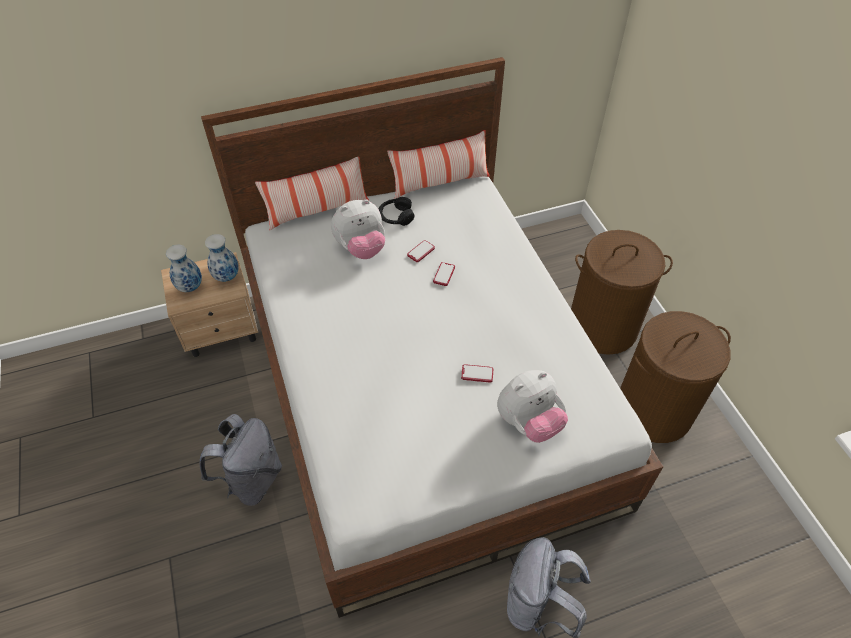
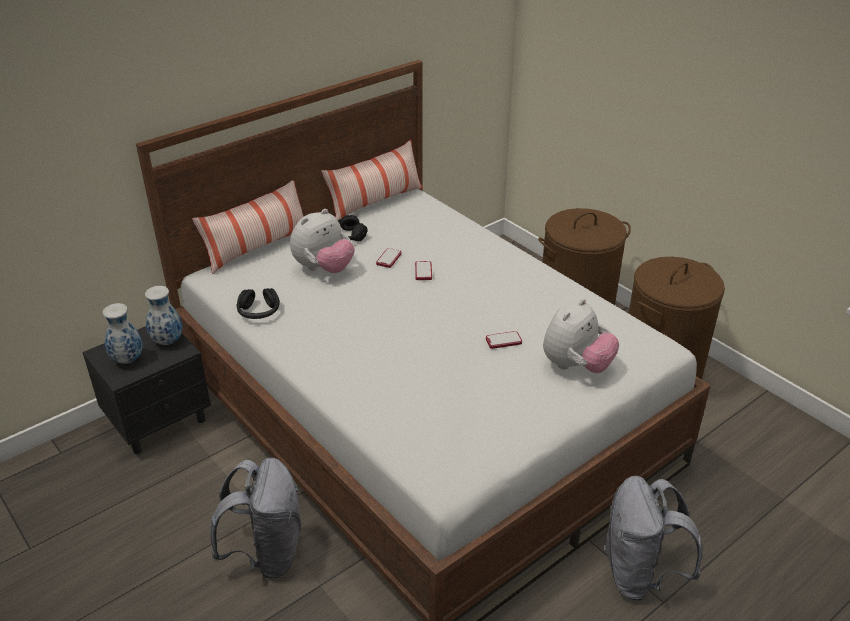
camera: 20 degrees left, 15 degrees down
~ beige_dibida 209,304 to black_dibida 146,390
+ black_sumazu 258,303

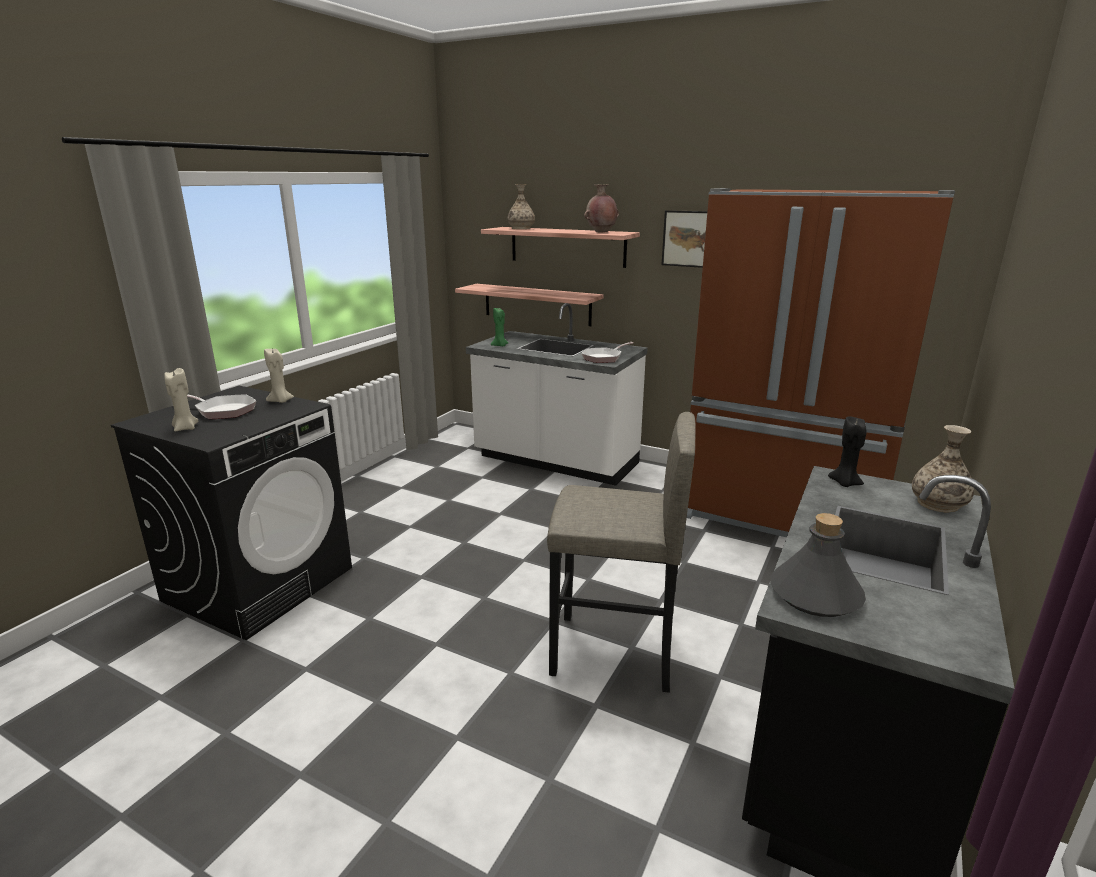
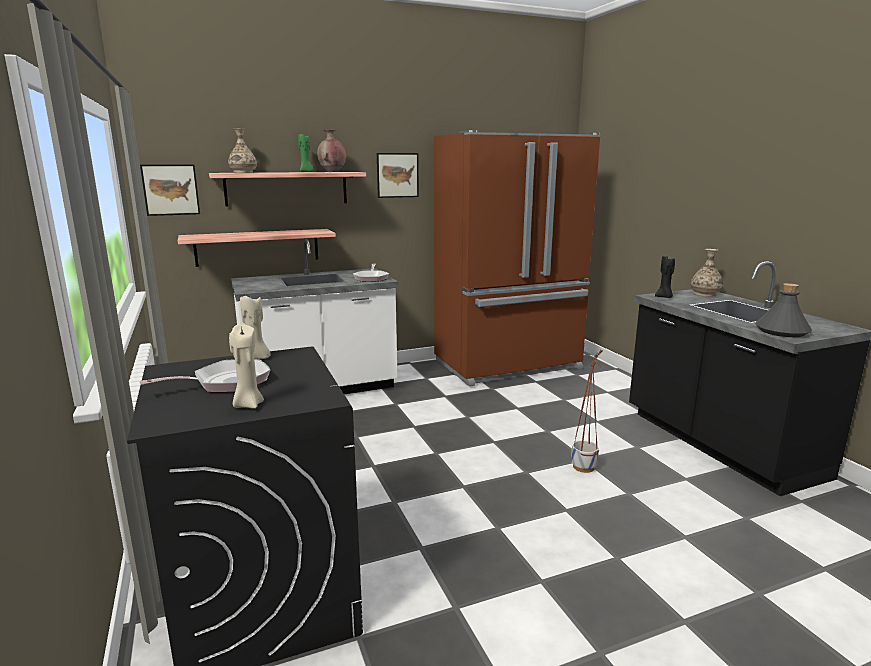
camera: 50 degrees left, 5 degrees down
+ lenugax 170,190
~ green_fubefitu 499,327 to 306,153
~ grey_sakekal 621,552 to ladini 587,411

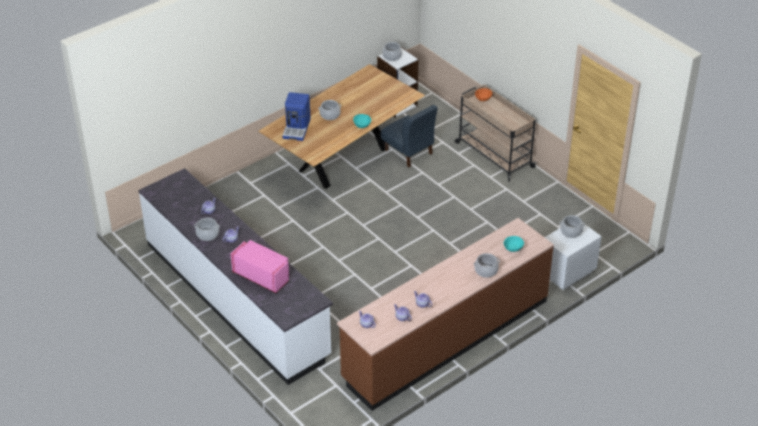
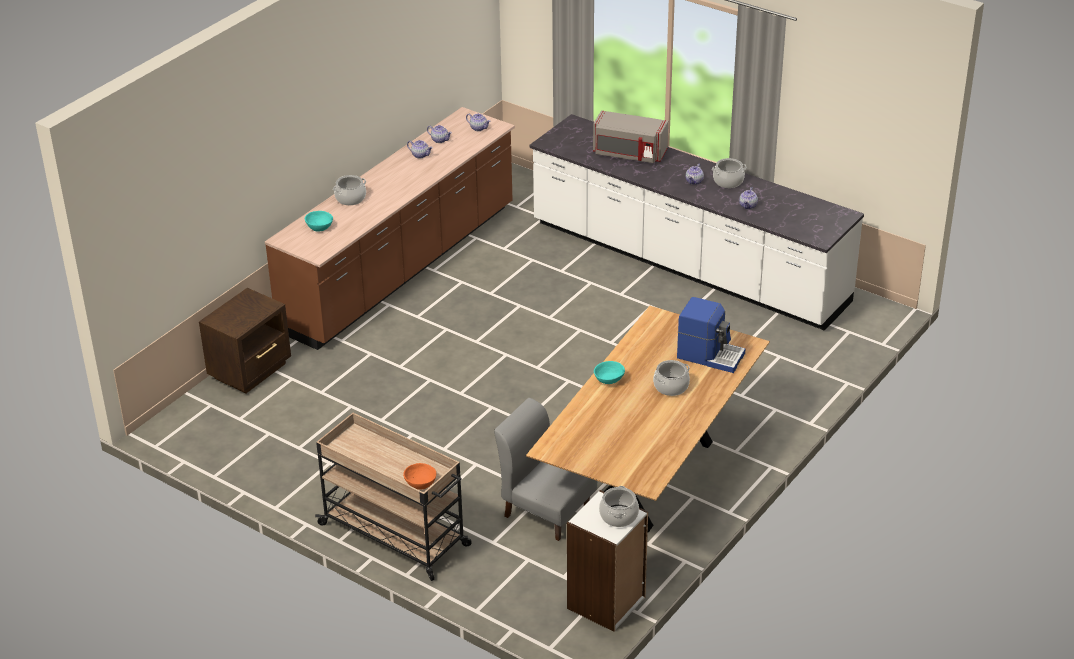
camera: 165 degrees right, 5 degrees down
~ white_dibida 573,256 to brown_dibida 245,340
~ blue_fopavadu 409,136 to grey_fopavadu 545,469
~ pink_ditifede 260,266 to grey_ditifede 630,136
~ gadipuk 297,116 = 711,335 120 degrees clockwise
- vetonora 572,226

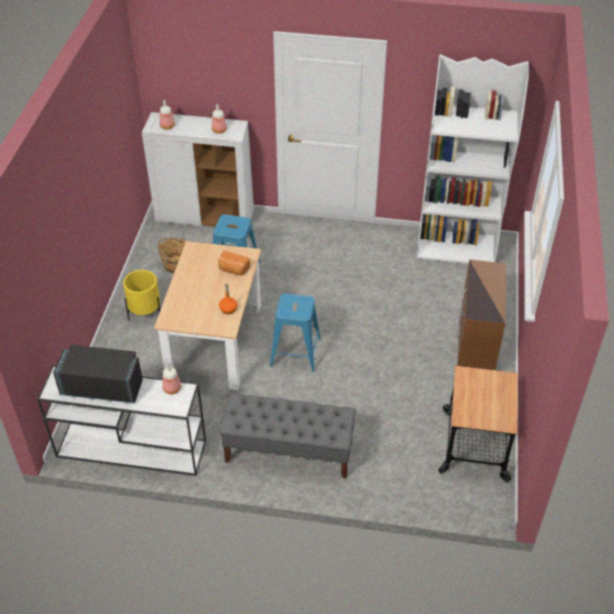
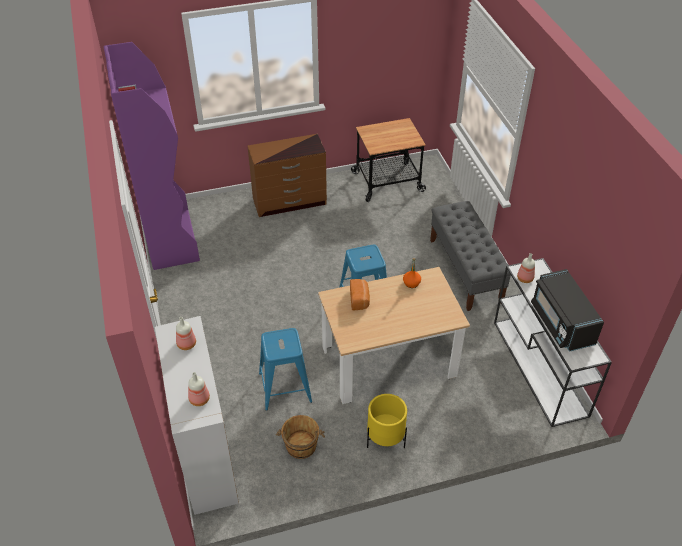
camera: 115 degrees left, 0 degrees up
~ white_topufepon 472,159 to purple_topufepon 152,156

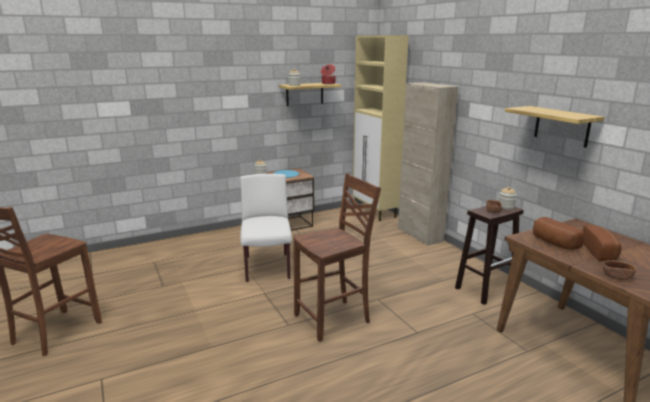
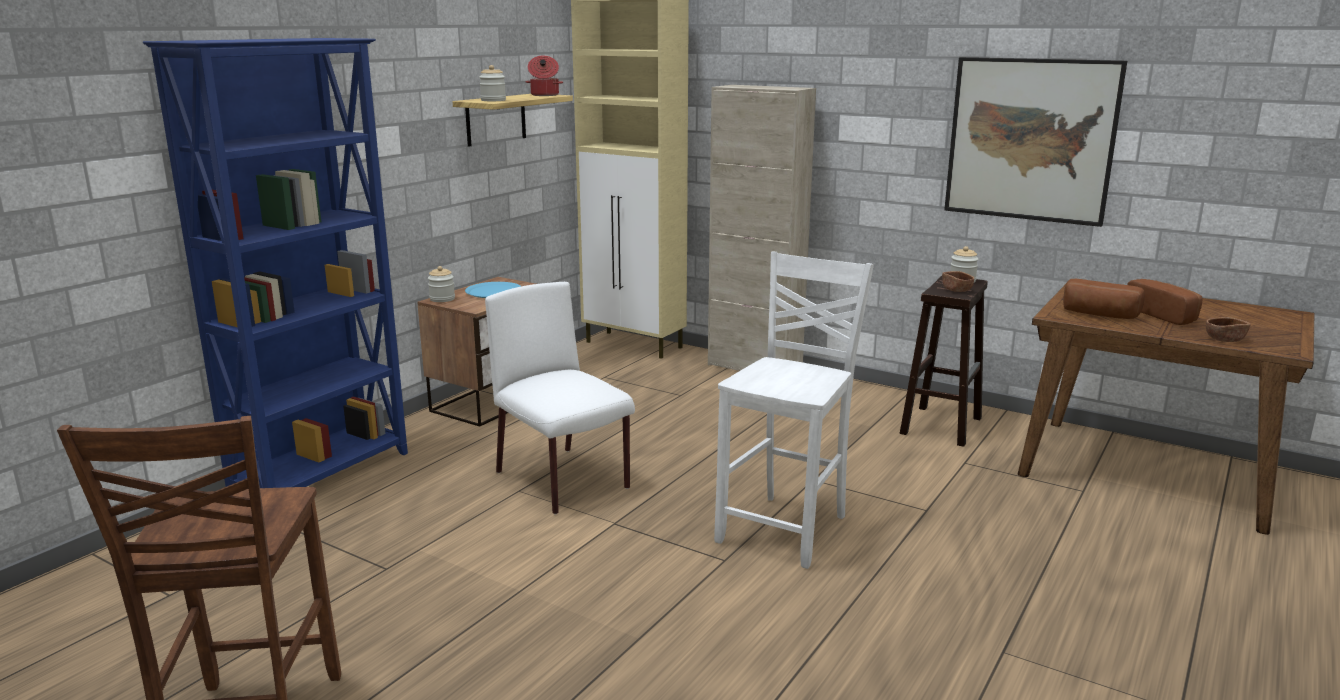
camera: 30 degrees left, 0 degrees up
+ blue_topufepon 275,263
~ brown_fopavadu 337,257 to white_fopavadu 794,410
~ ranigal 555,127 to lenugax 1035,142

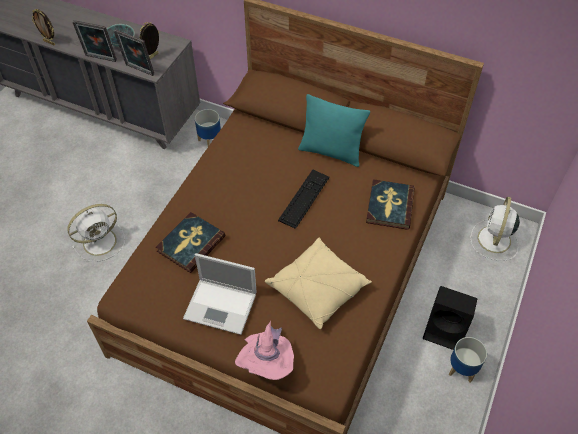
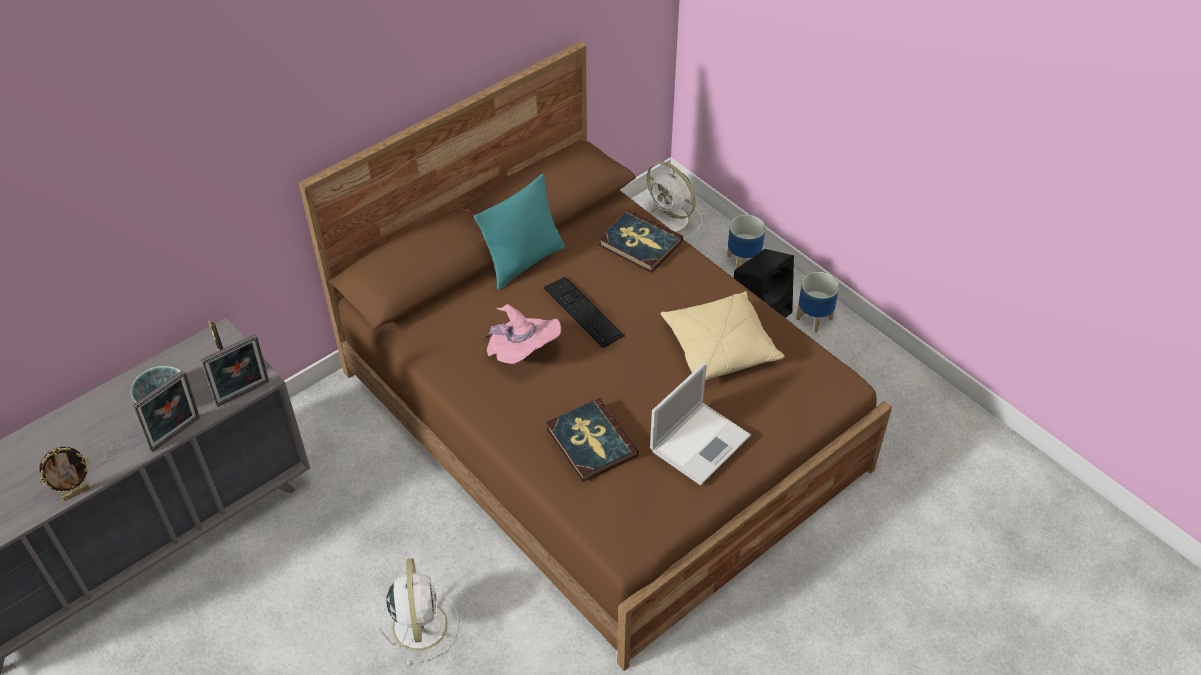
camera: 65 degrees left, 5 degrees down
~ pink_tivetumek 264,350 to 522,334
~ ladini 208,128 to 746,242

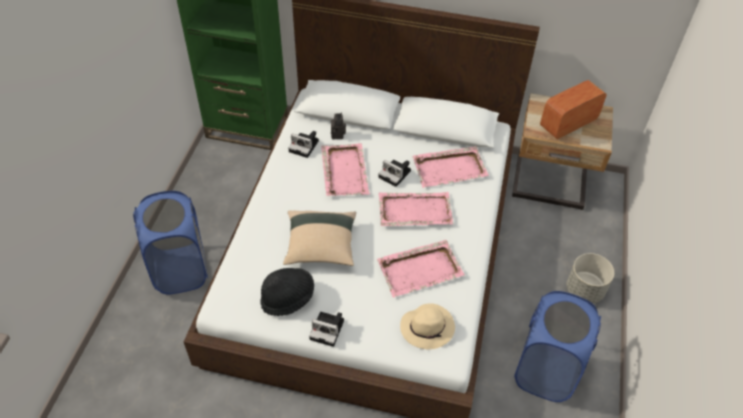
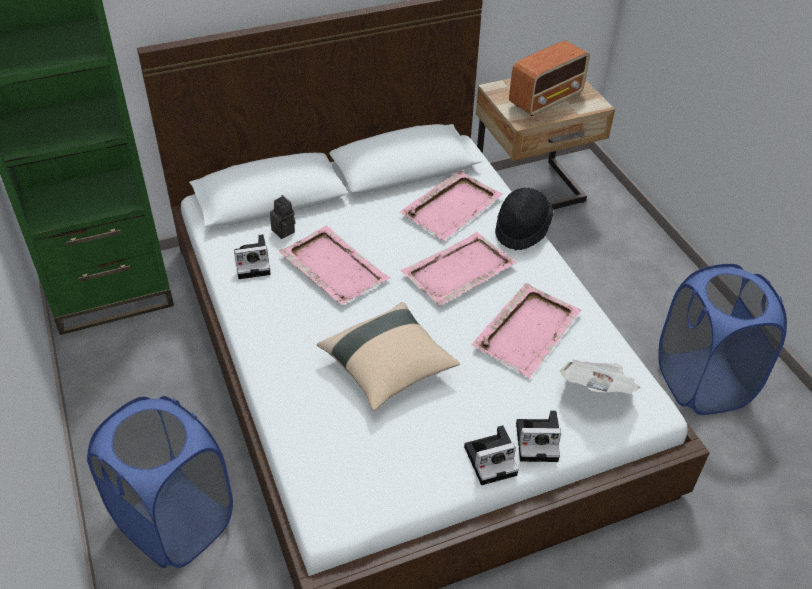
camera: 35 degrees left, 5 degrees down
~ black_tivetumek 287,292 to 524,219
~ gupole 573,109 = 549,78 150 degrees counterclockwise
~ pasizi 394,173 to 538,436
~ beige_tivetumek 427,326 to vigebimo 600,377
- grey_ladini 590,278

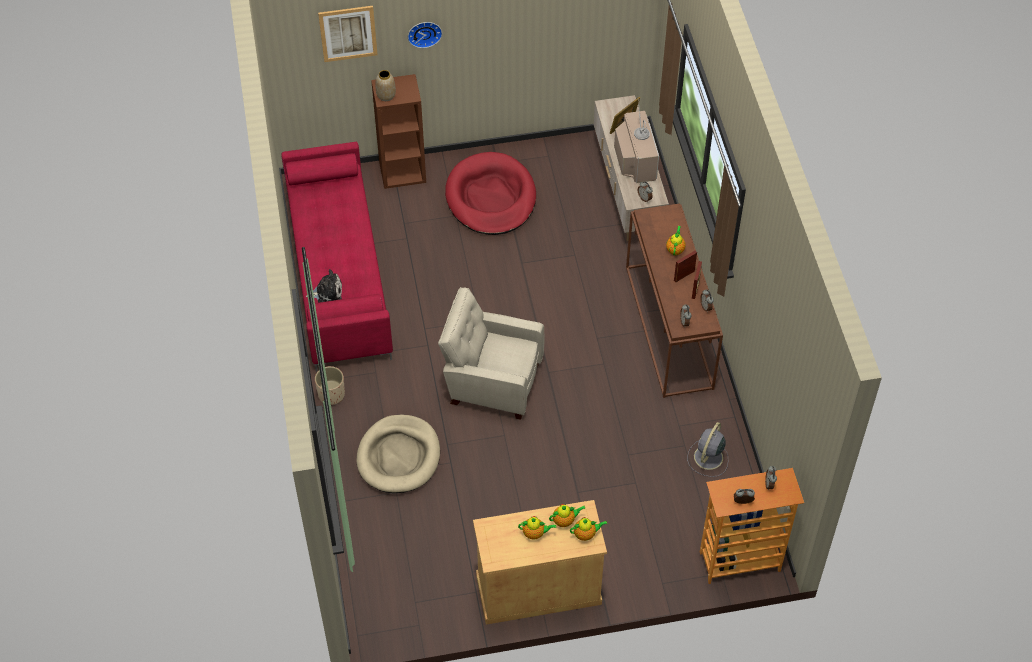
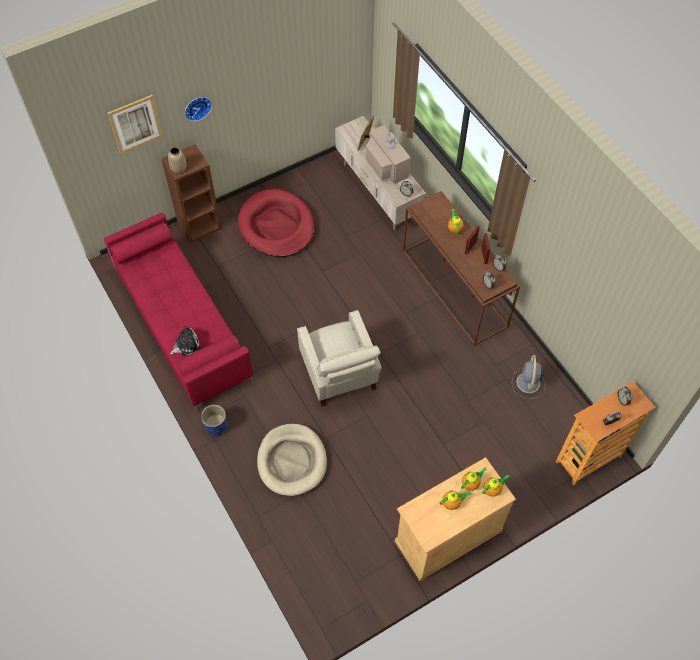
camera: 20 degrees left, 5 degrees up
~ beige_ladini 330,385 to blue_ladini 214,420
~ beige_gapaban 491,353 = 339,358 105 degrees counterclockwise

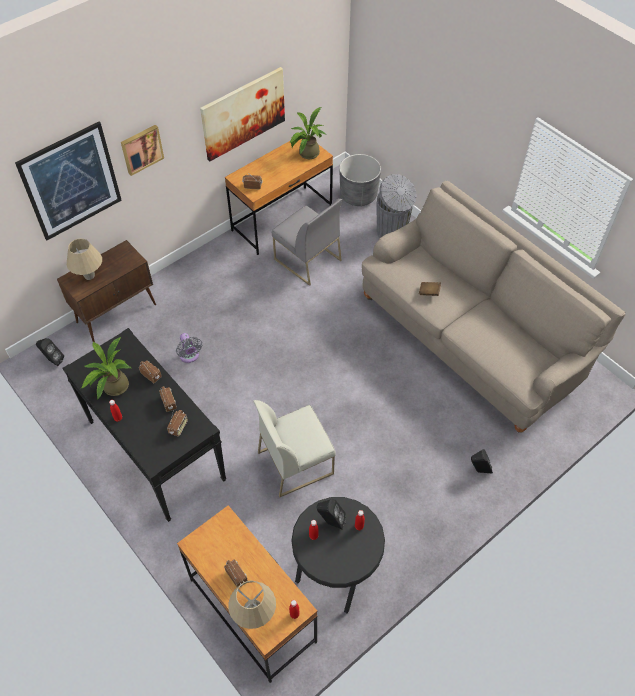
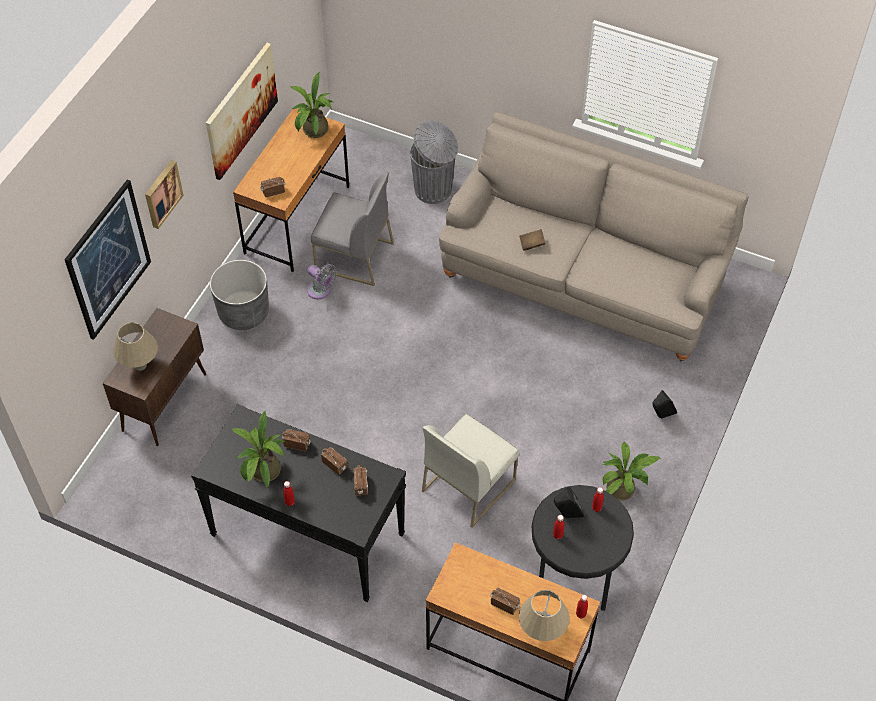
camera: 25 degrees left, 0 degrees up
~ grey_ladini 360,180 to 239,295
~ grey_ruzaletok 189,348 to 322,282
+ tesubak 631,471
- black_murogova 50,352

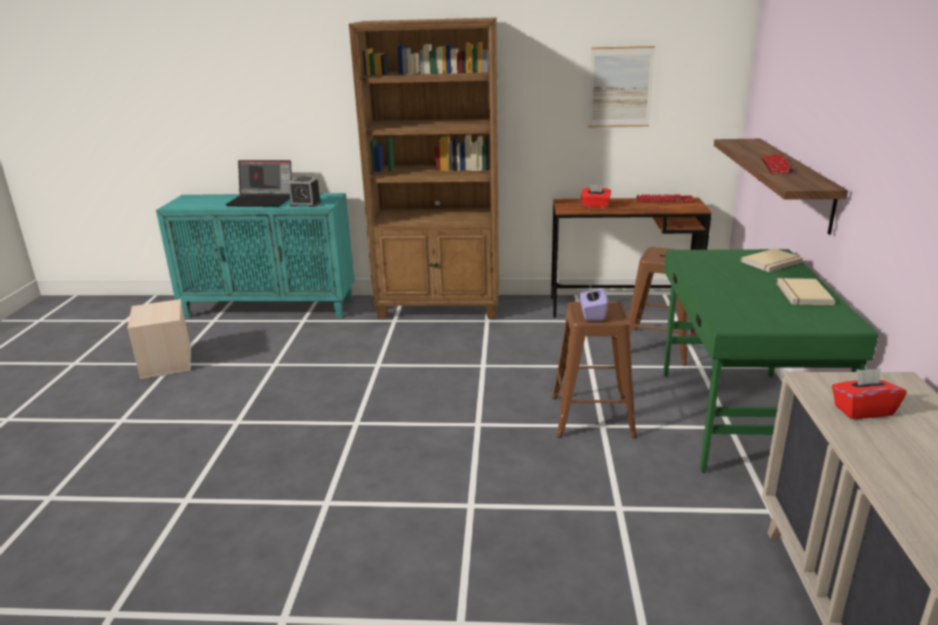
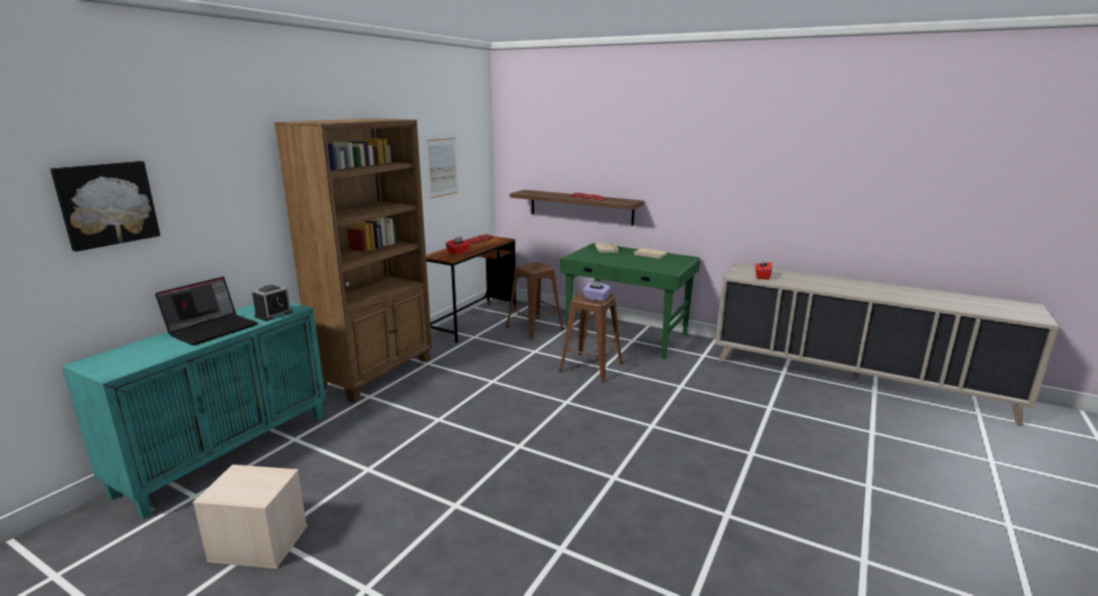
camera: 65 degrees left, 5 degrees down
+ lenugax 105,206

